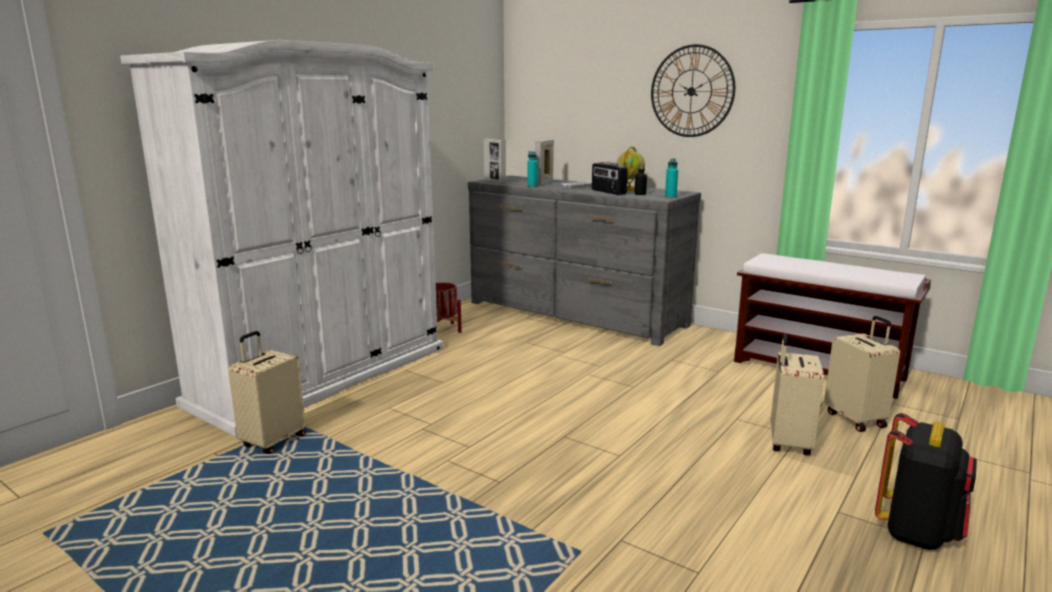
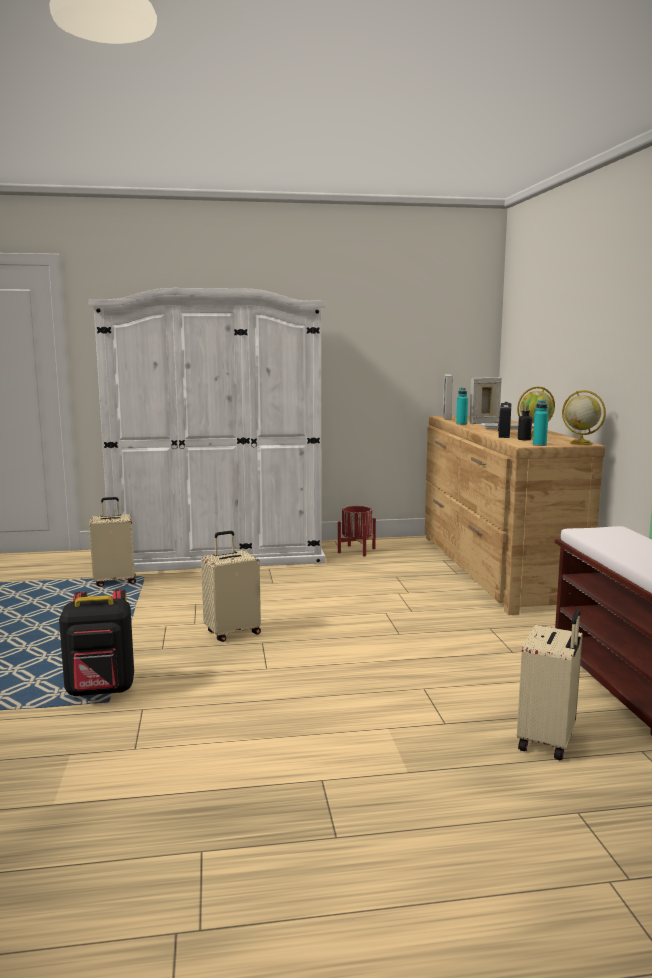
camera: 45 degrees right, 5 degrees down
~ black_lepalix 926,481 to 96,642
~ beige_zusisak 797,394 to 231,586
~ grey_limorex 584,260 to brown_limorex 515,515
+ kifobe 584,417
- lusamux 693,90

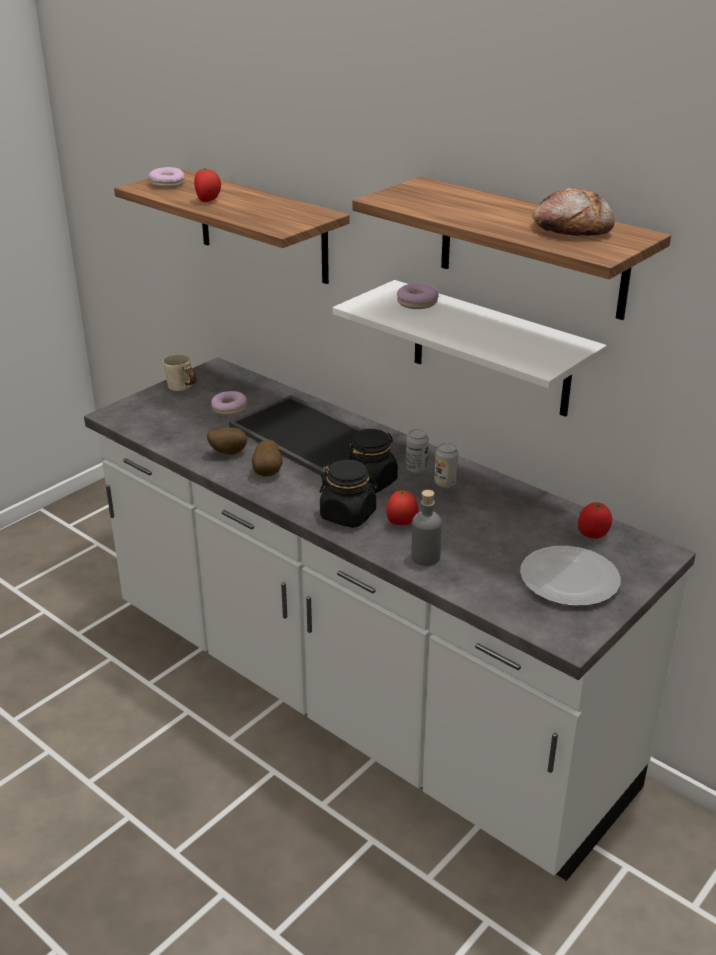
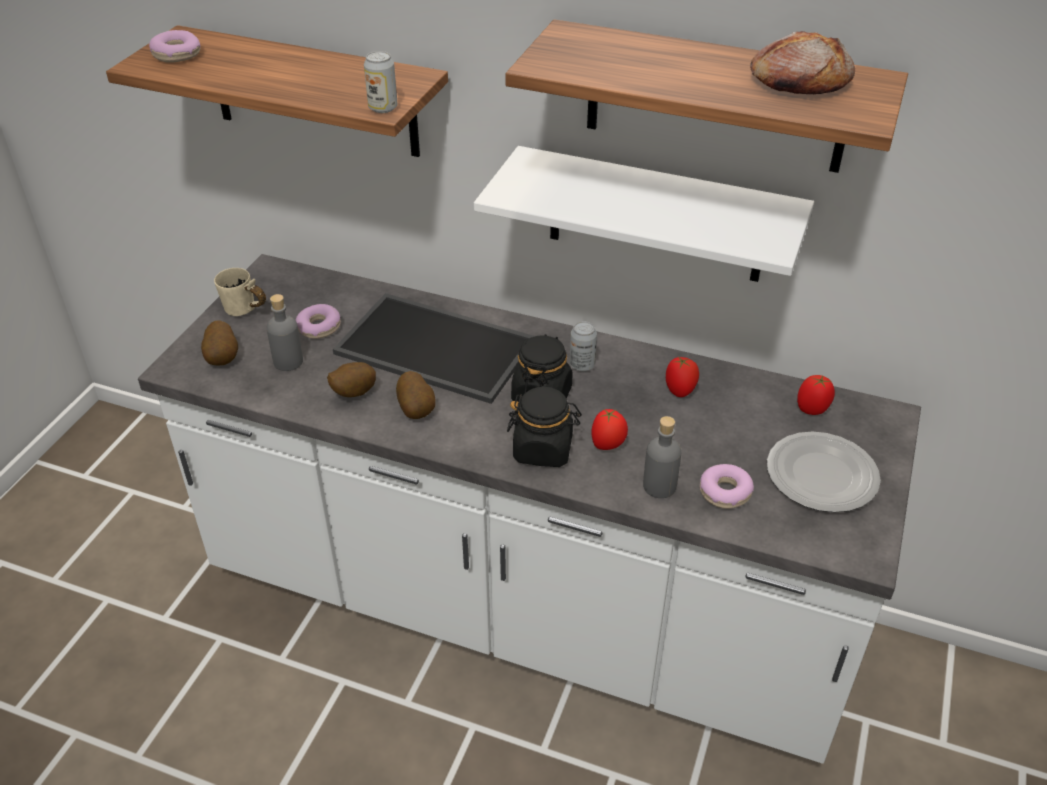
camera: 20 degrees left, 10 degrees up
+ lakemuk 219,343
+ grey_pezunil 285,332
~ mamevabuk 446,465 to 381,82
~ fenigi 207,185 to 682,376
~ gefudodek 418,296 to 727,486

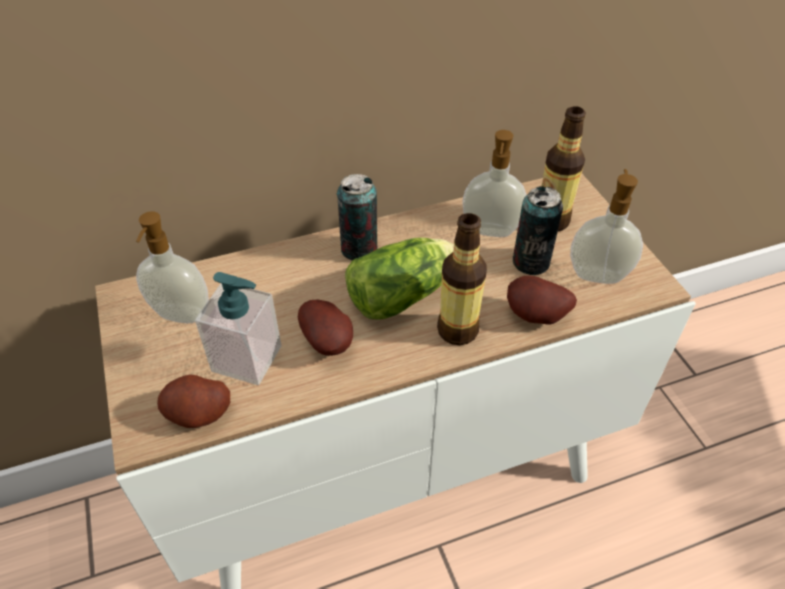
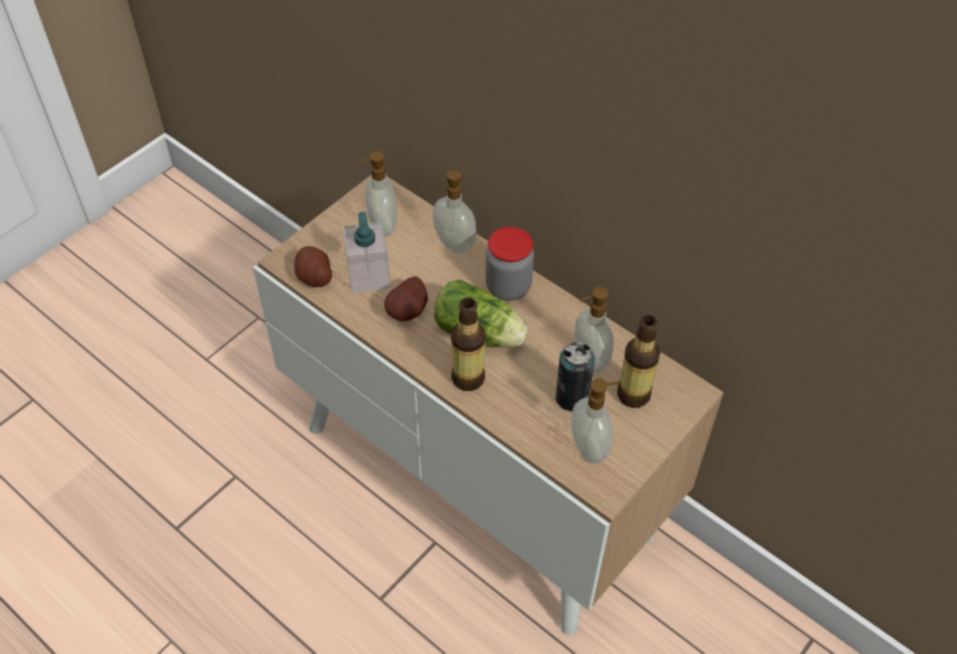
camera: 60 degrees right, 5 degrees up
+ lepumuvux 454,211
~ mamevabuk 357,217 to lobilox 509,264
- lakemuk 542,299

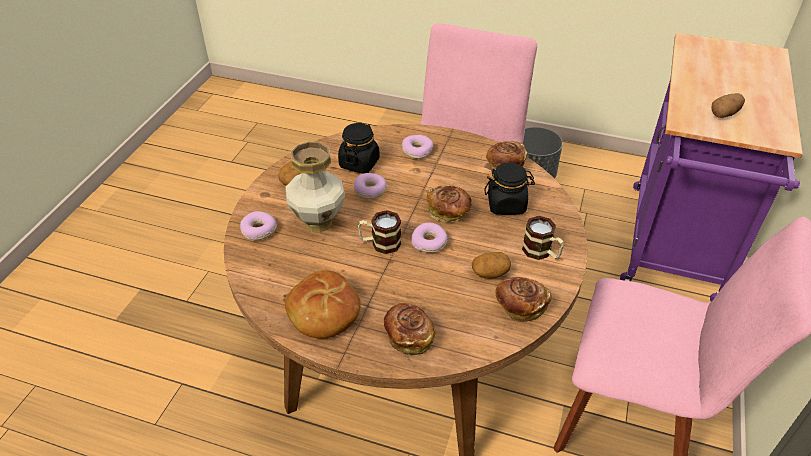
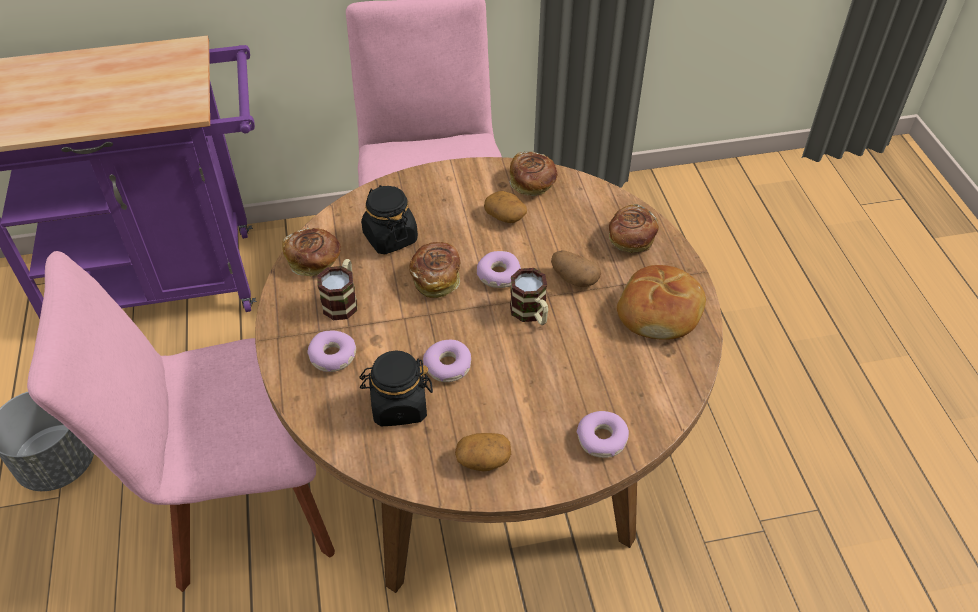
camera: 120 degrees left, 5 degrees up
~ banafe 543,238 to 337,289
~ lakemuk 728,105 to 576,268
- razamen 315,187

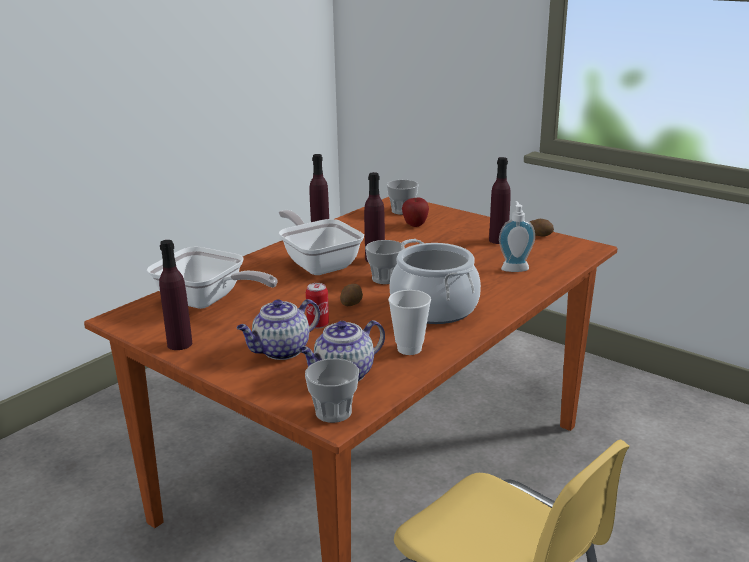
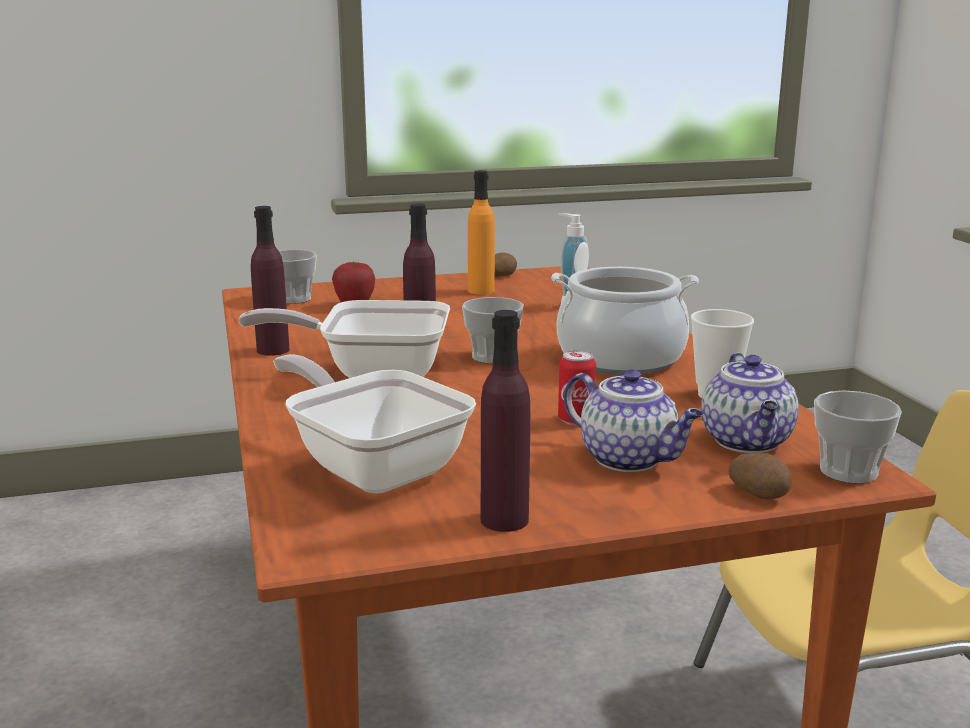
camera: 55 degrees left, 5 degrees down
~ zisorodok 212,278 = 374,424 105 degrees counterclockwise
~ purple_pezunil 500,200 to orange_pezunil 481,232
~ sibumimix 278,329 = 634,420 45 degrees counterclockwise
~ lakemuk 351,295 to 760,476

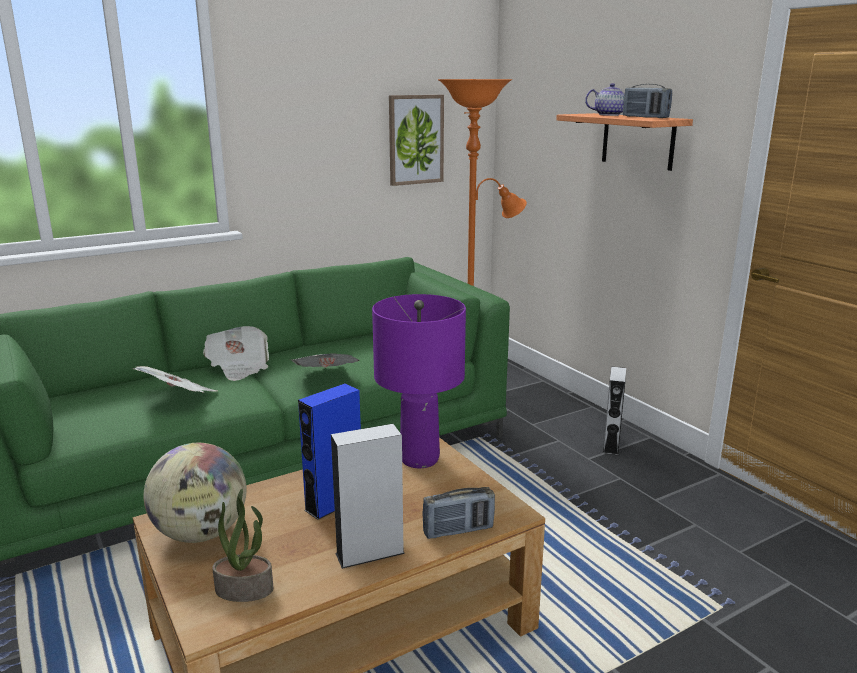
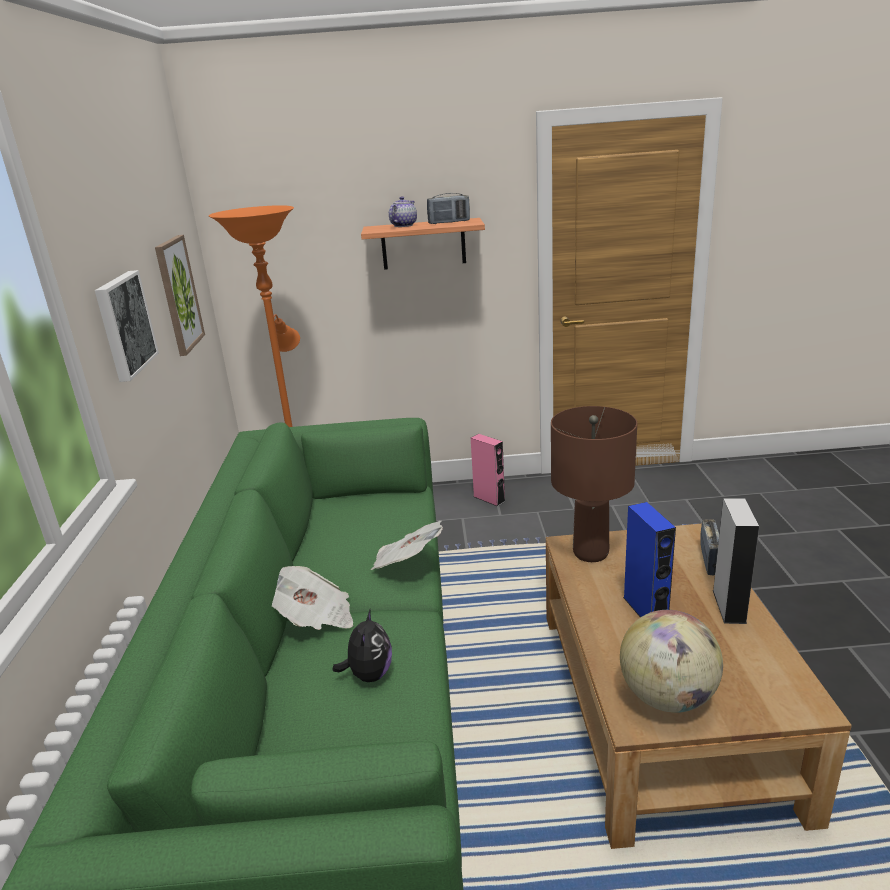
camera: 60 degrees left, 5 degrees up
+ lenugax 127,326
~ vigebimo 175,379 to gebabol 362,645
~ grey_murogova 614,411 to pink_murogova 488,470
~ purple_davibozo 419,381 to brown_davibozo 594,484
- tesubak 242,545

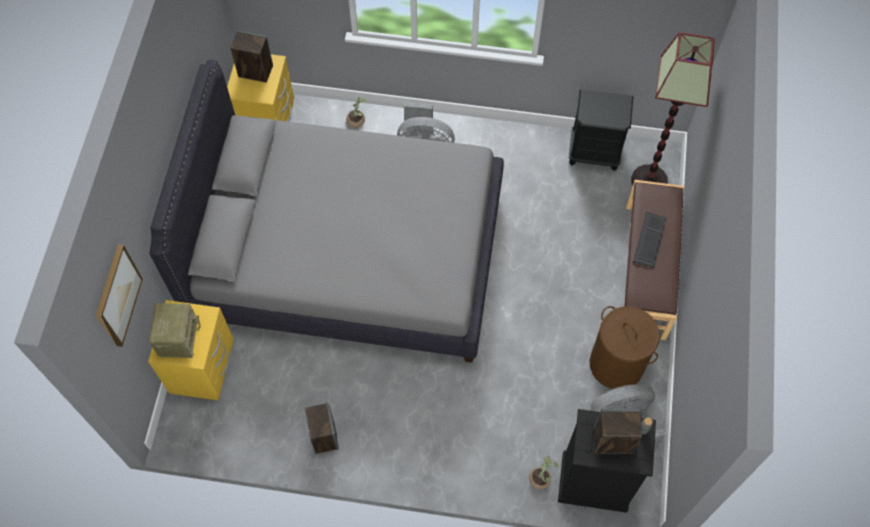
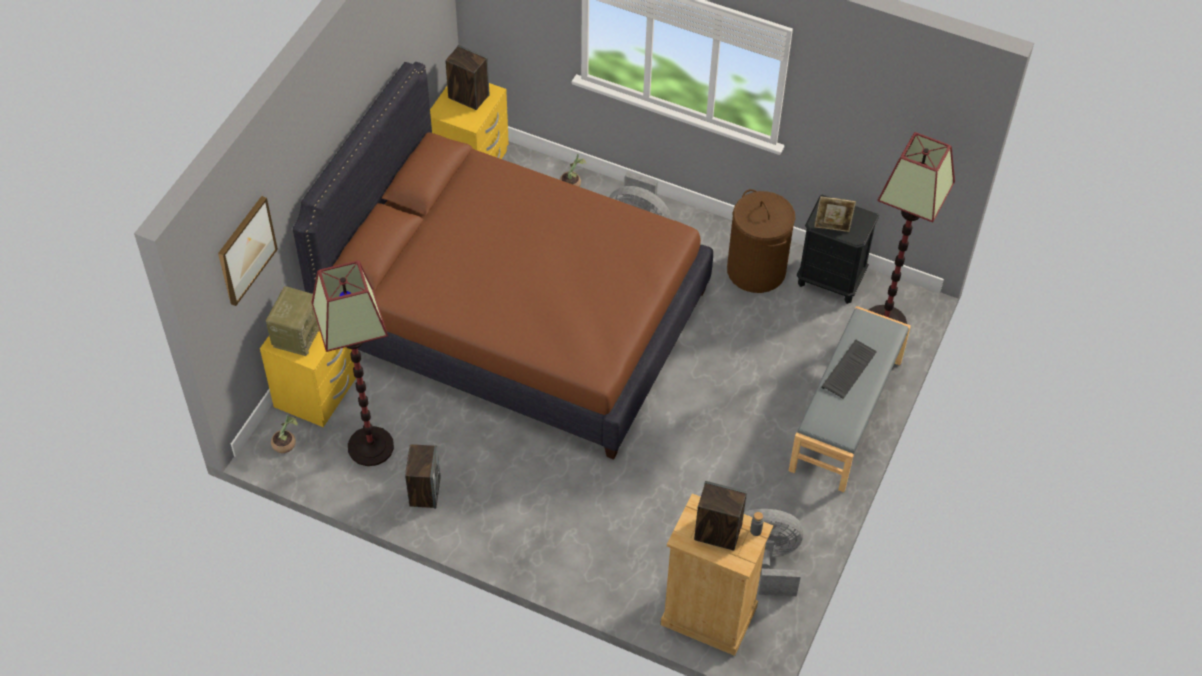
camera: 15 degrees right, 10 degrees down
~ tesubak 544,472 to 284,434
~ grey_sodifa 326,211 to brown_sodifa 503,261
+ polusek 352,363
~ black_limorex 607,461 to beige_limorex 717,575
~ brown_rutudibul 624,347 to 761,241
~ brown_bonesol 654,260 to grey_bonesol 850,399
+ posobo 835,214

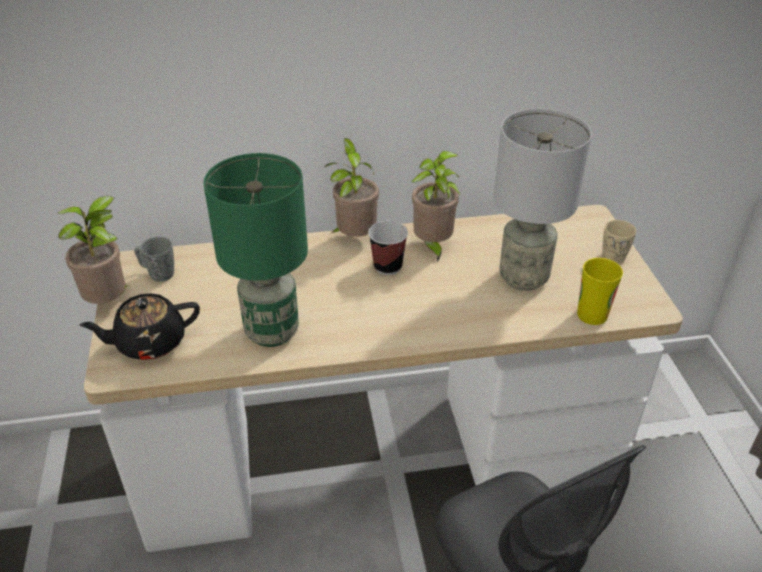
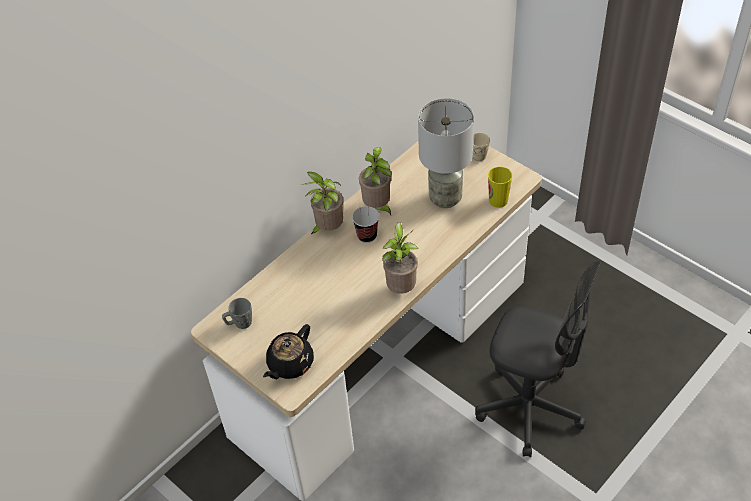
camera: 35 degrees left, 10 degrees up
~ tesubak 94,250 to 400,258
- green_davibozo 255,250

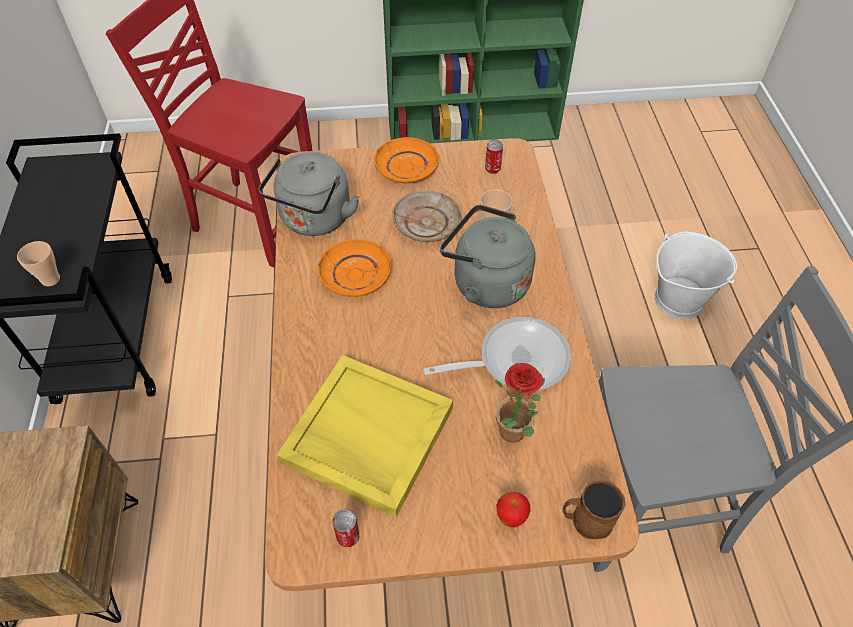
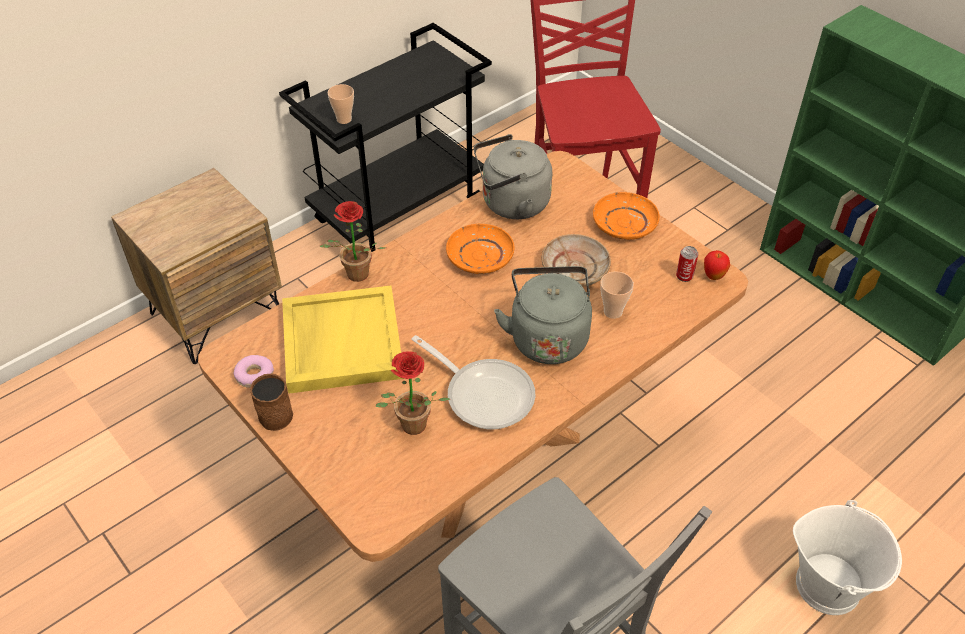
camera: 55 degrees right, 5 degrees down
~ mamevabuk 345,528 to gefudodek 254,371
~ brown_banafe 594,509 to 271,402
+ tesubak 352,241
~ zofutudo 513,509 to 717,265

